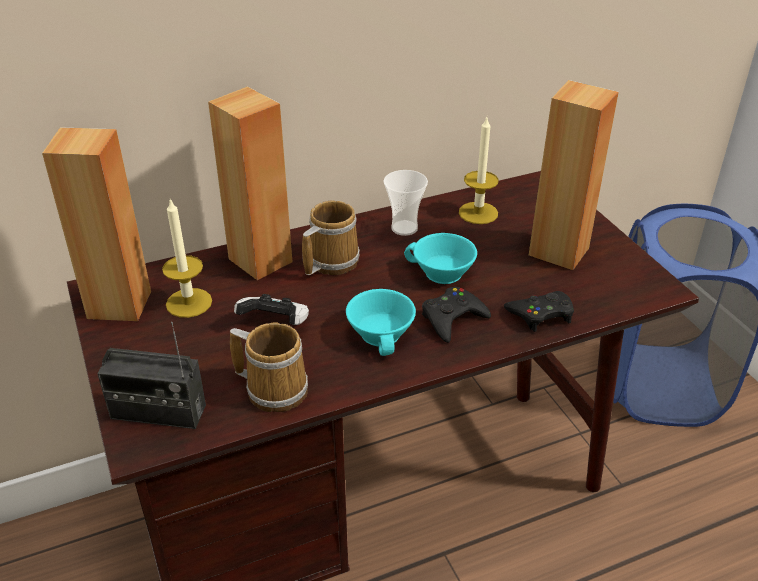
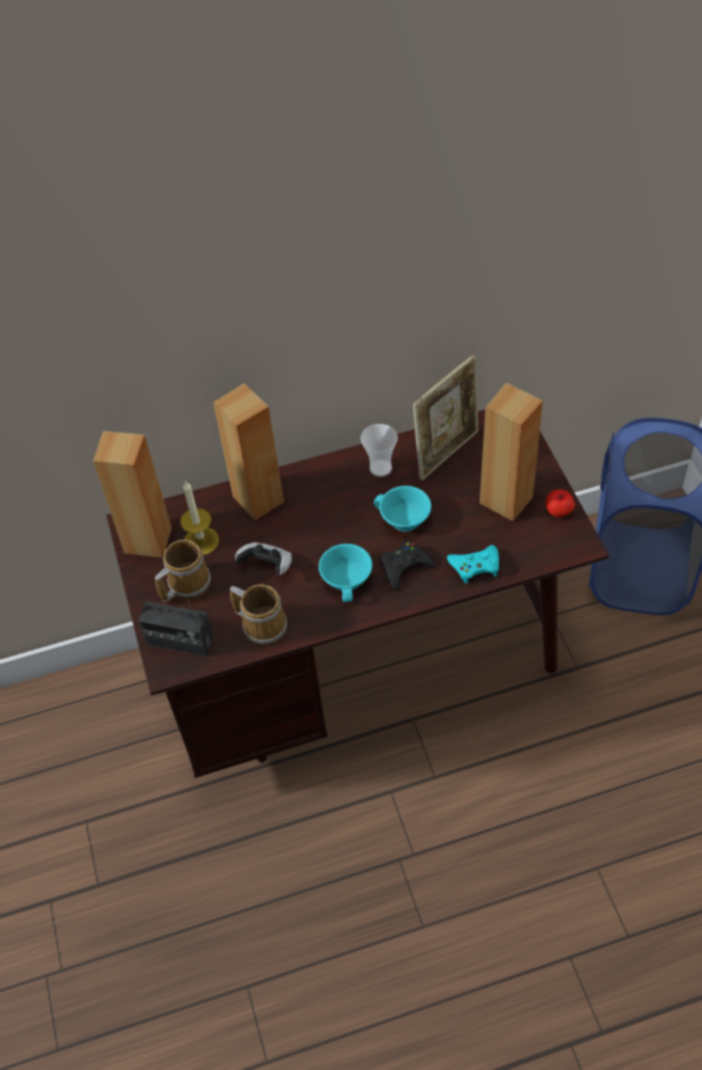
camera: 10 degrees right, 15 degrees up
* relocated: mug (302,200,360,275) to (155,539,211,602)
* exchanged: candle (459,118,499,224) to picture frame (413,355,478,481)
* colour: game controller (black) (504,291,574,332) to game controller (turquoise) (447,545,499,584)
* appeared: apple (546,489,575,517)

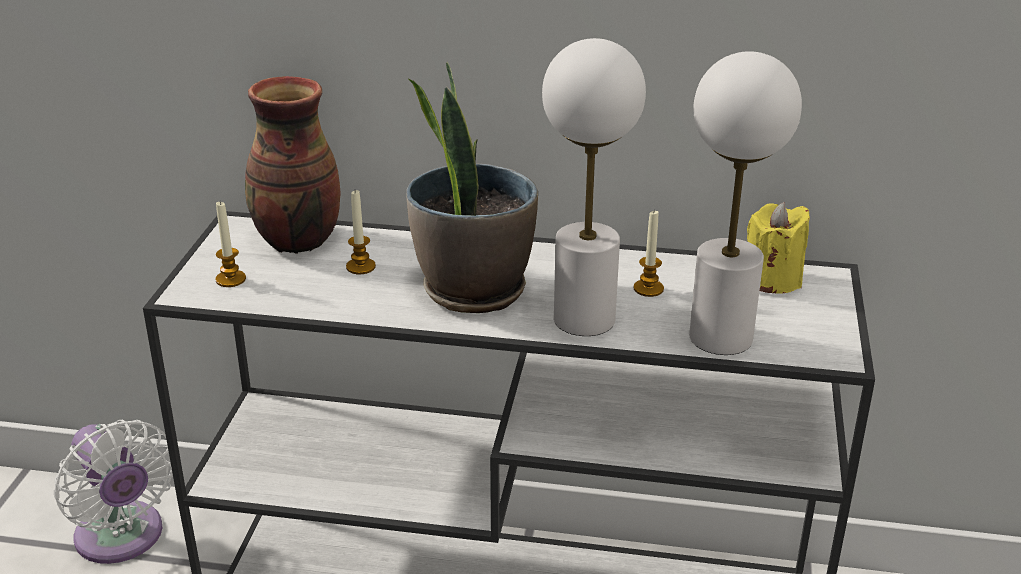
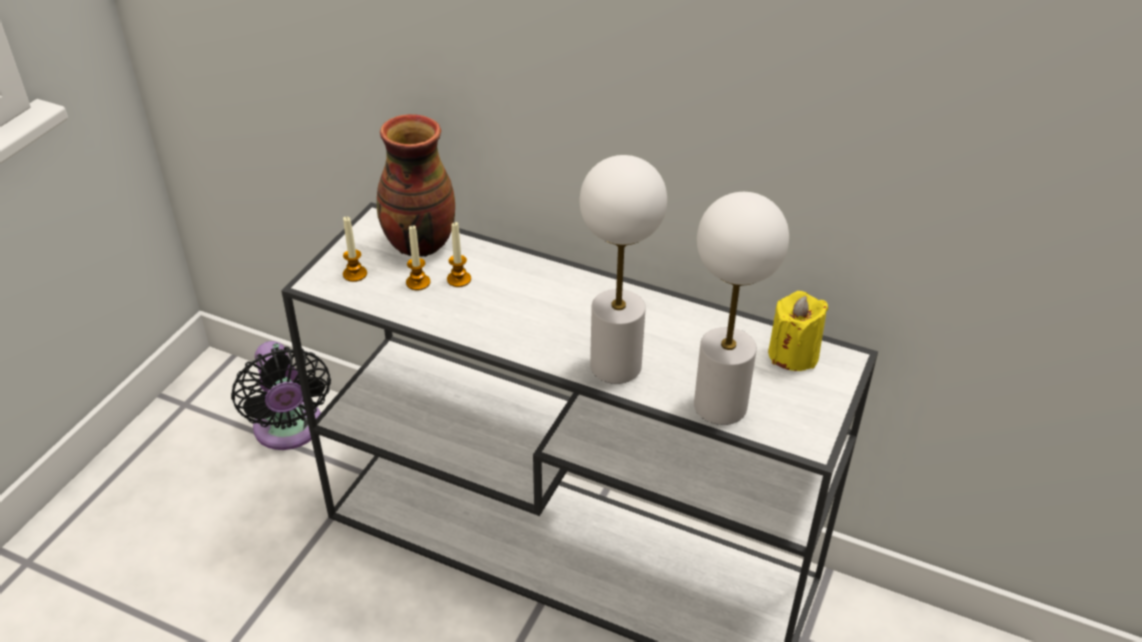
camera: 15 degrees right, 10 degrees up
* colour: fan (white) (54,419,173,564) to fan (black) (231,341,331,450)
* missing: potted plant (406,62,538,313)
* relocated: candle (634,209,664,297) to (406,225,430,291)

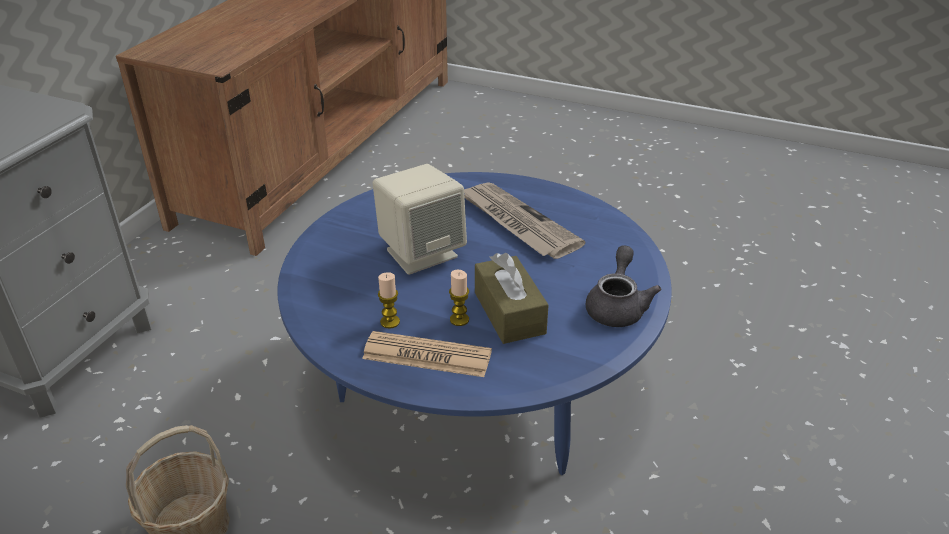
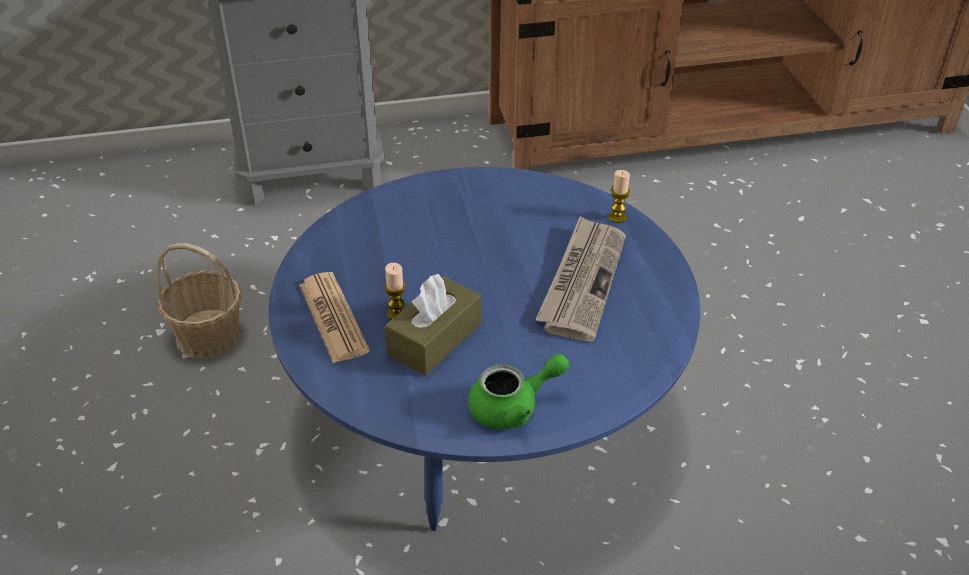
camera: 55 degrees right, 5 degrees up
* missing: speaker (beige) (372,164,467,275)
* relocated: candle (378,272,400,328) to (609,170,630,223)
* colour: teapot (grey) (586,245,662,327) to teapot (green) (468,354,569,429)

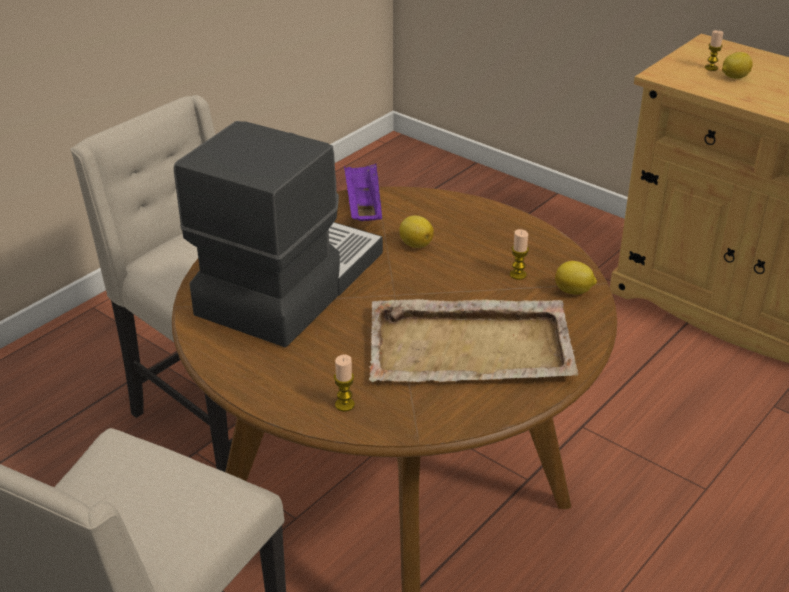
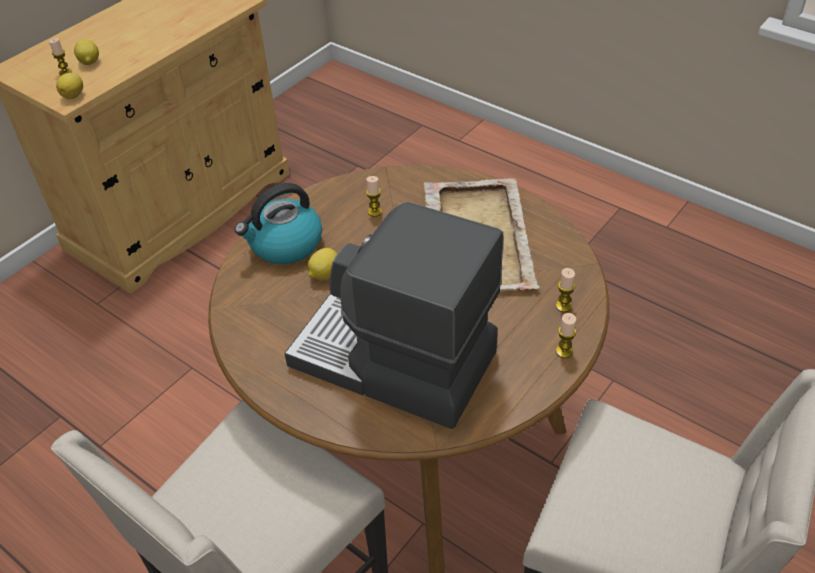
camera: 90 degrees left, 10 degrees up
* missing: tray (purple) (344,164,382,221)
* relocated: lemon (555,261,597,295) to (56,73,83,99)
* appeared: kettle (235,183,322,264)
* appeared: candle (556,313,576,358)

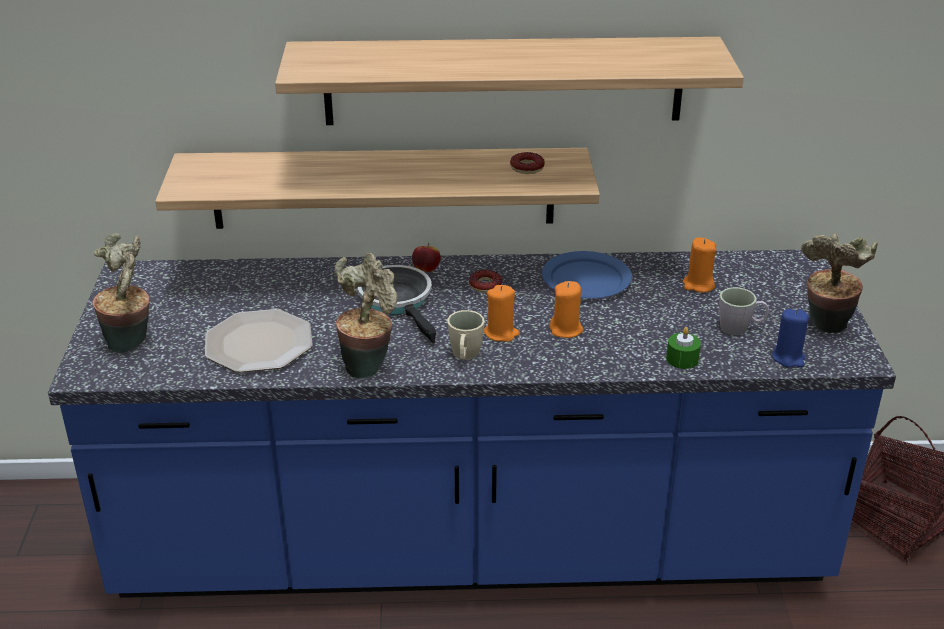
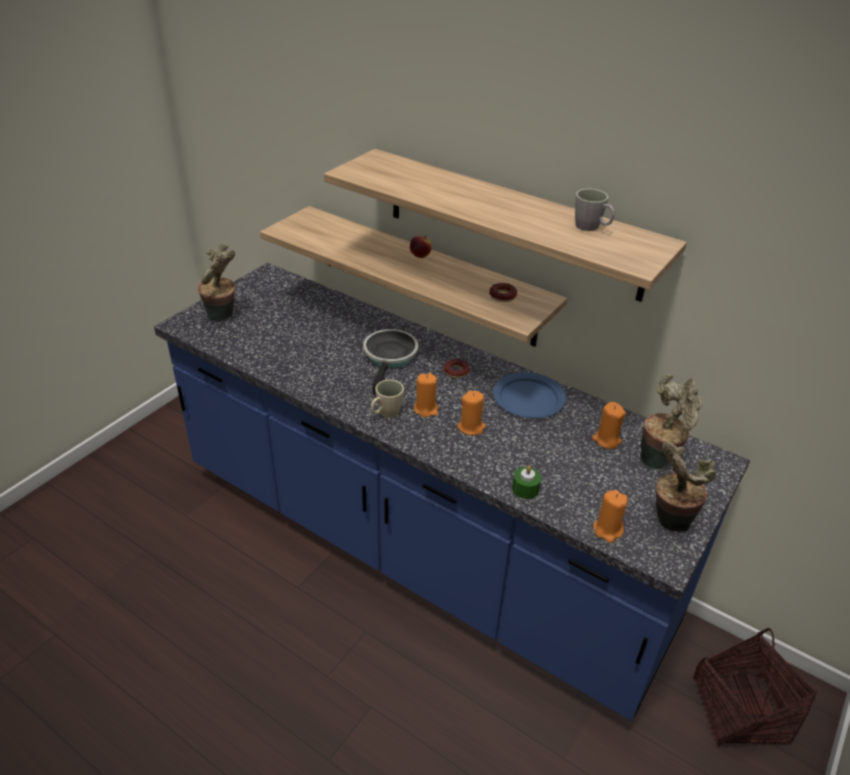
camera: 35 degrees right, 5 degrees up
* missing: plate (205,309,313,372)
* relocated: potted plant (334,253,397,378) to (640,374,703,469)
* relocated: apple (412,243,441,272) to (410,236,432,258)
* relocated: mug (grey) (719,287,769,335) to (575,188,615,231)
* colour: candle (blue) (772,309,809,368) to candle (orange) (593,490,628,543)

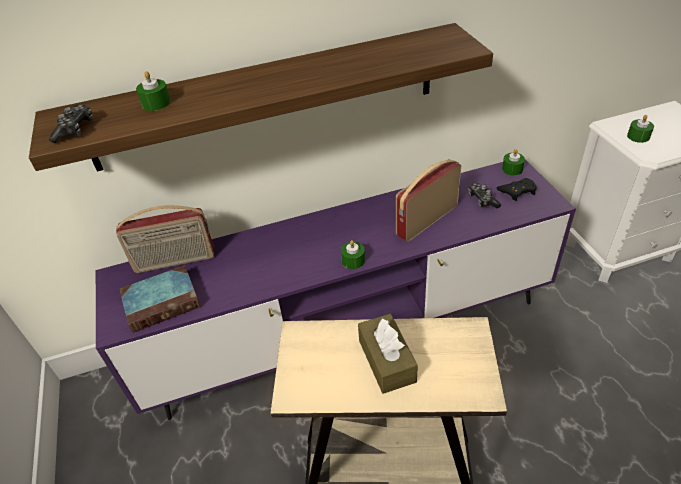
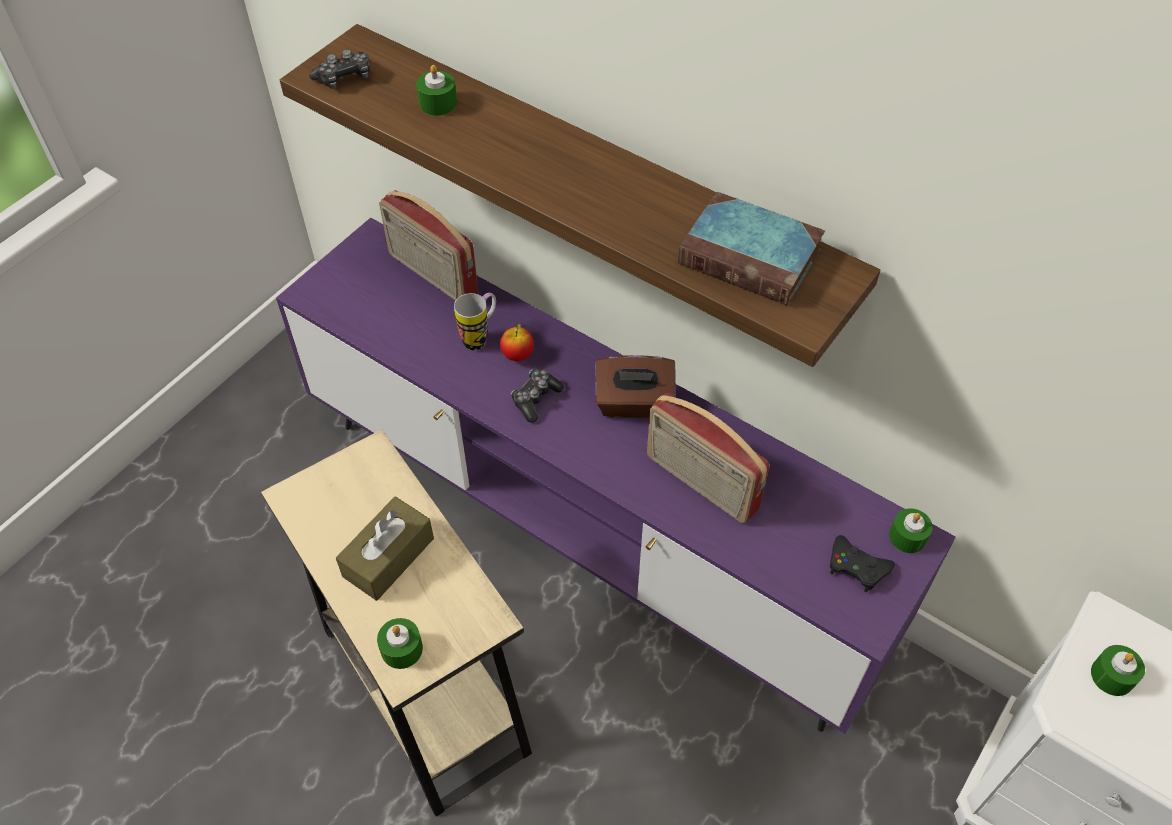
camera: 50 degrees right, 10 degrees up
* relocated: book (120,265,201,333) to (678,192,825,306)
* relocated: candle (green) (341,240,365,269) to (377,618,423,669)
* spun: radio (396,159,461,242) = (647,393,769,523) 150 degrees counterclockwise
* relocated: game controller (468,183,501,208) to (511,369,564,423)
* appeared: mug (454,293,496,350)
* appeared: apple (500,323,534,361)
* appeared: tissue box (brown) (595,355,676,418)

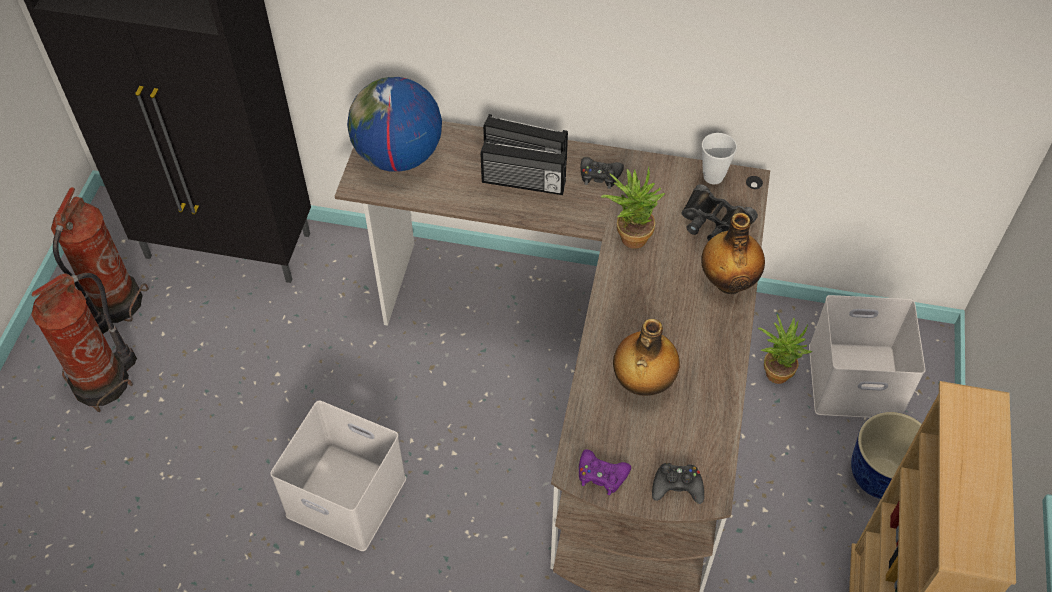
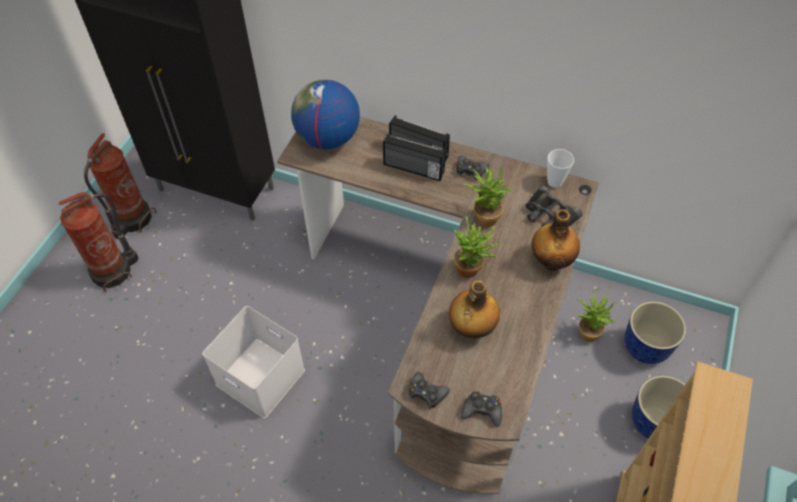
camera: 10 degrees right, 0 degrees up
* colour: game controller (purple) (579,449,631,495) to game controller (black) (409,372,450,409)
* exchanged: storage box (white) (809,295,925,418) to planter (625,301,686,364)
* appeared: potted plant (454,216,504,278)

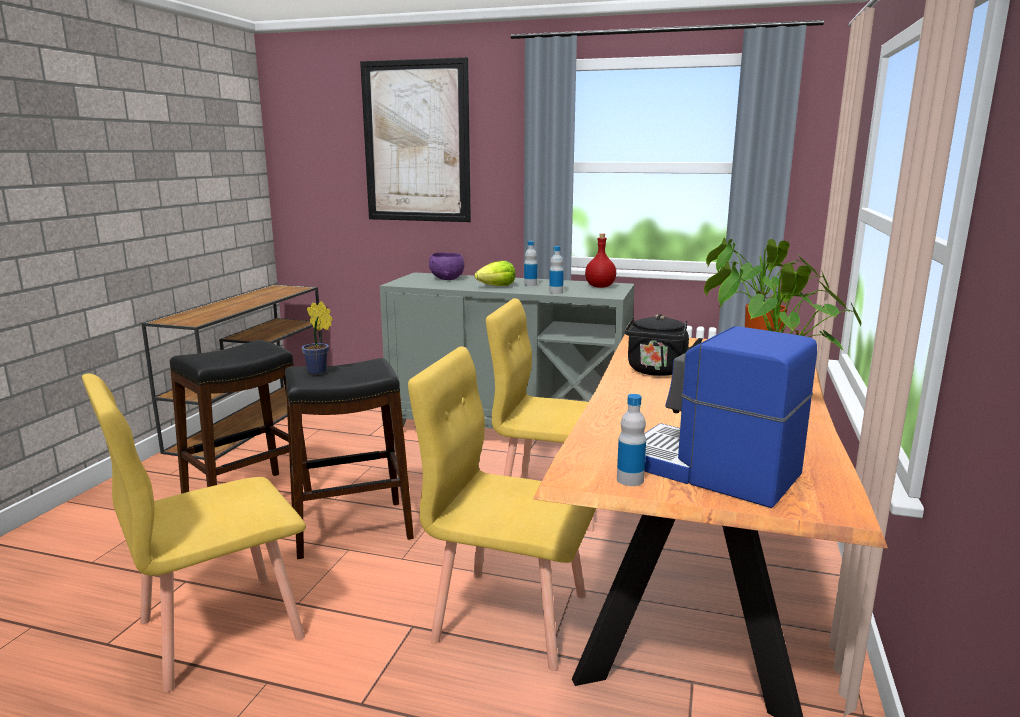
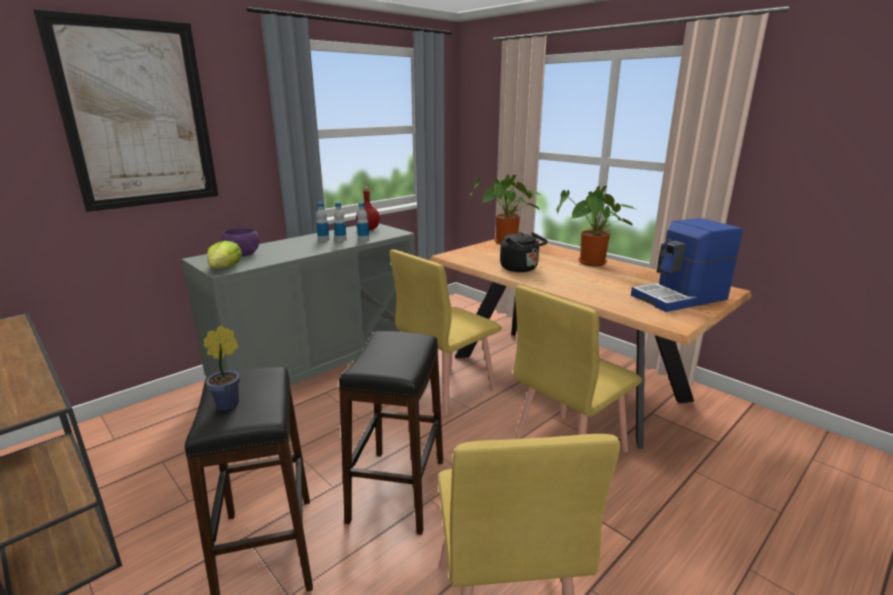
camera: 60 degrees left, 5 degrees up
* relocated: potted plant (302,301,333,374) to (203,325,240,410)
* relocated: lettuce (474,261,516,286) to (208,241,242,268)
* relocated: bottle (617,394,646,486) to (334,202,347,242)

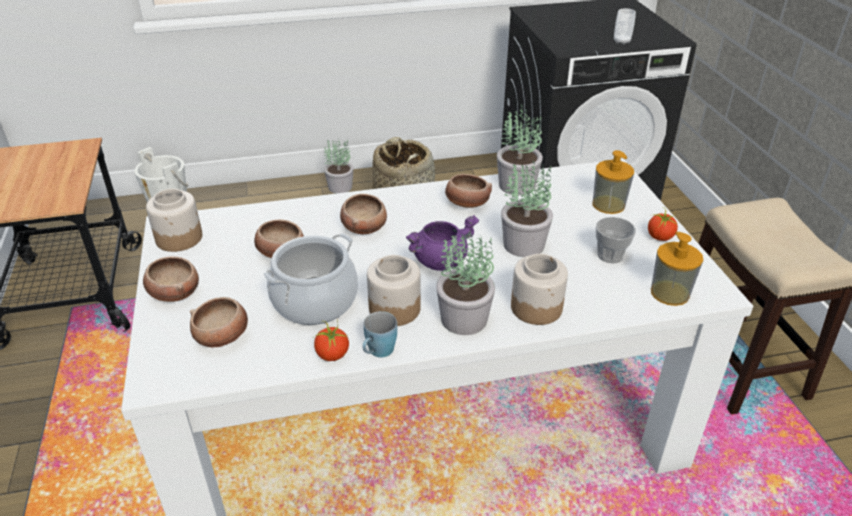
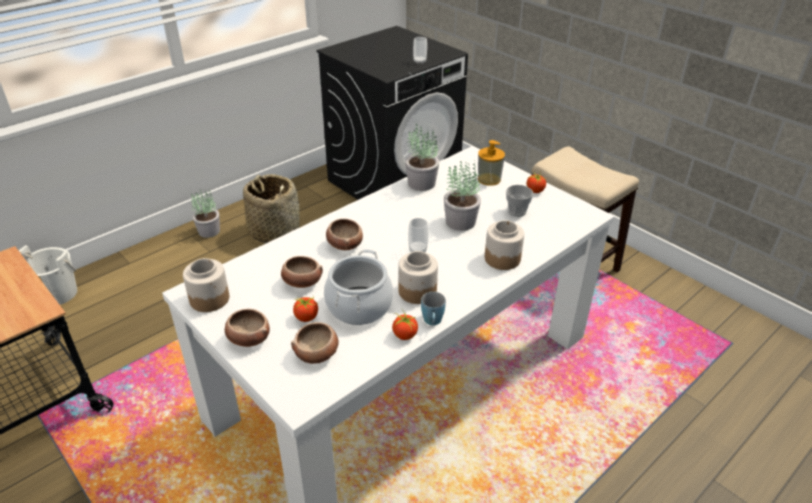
camera: 30 degrees left, 0 degrees up
* exchanged: cooking pot (purple) (406,215,479,271) to cup (408,218,428,252)
* missing: potted plant (436,233,495,335)
* missing: bowl (445,174,492,208)
* missing: soap dispenser (651,232,703,306)
* appeared: tomato (293,297,318,322)

